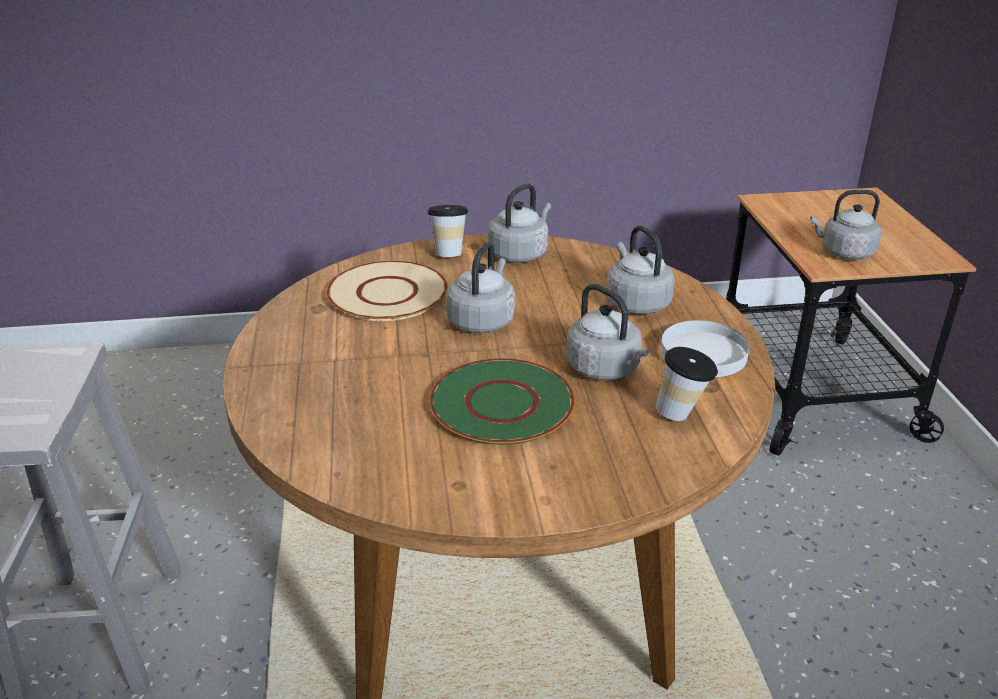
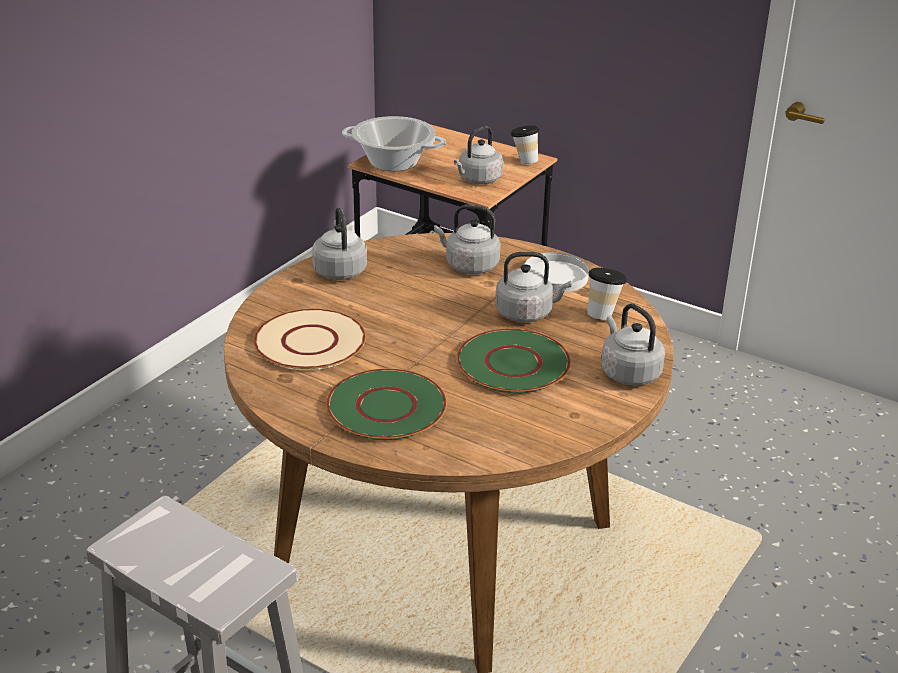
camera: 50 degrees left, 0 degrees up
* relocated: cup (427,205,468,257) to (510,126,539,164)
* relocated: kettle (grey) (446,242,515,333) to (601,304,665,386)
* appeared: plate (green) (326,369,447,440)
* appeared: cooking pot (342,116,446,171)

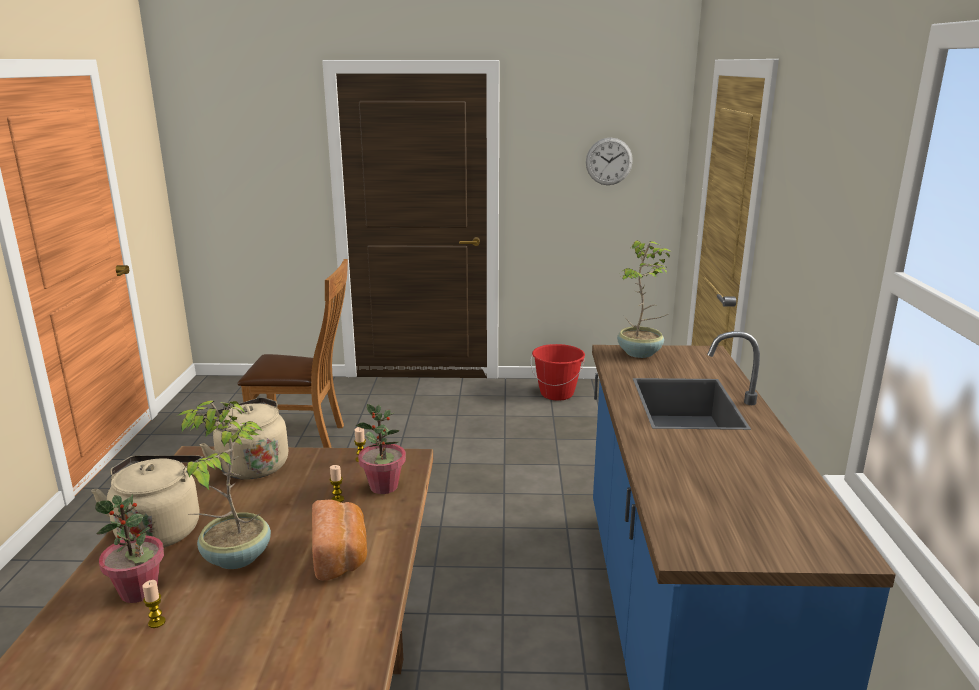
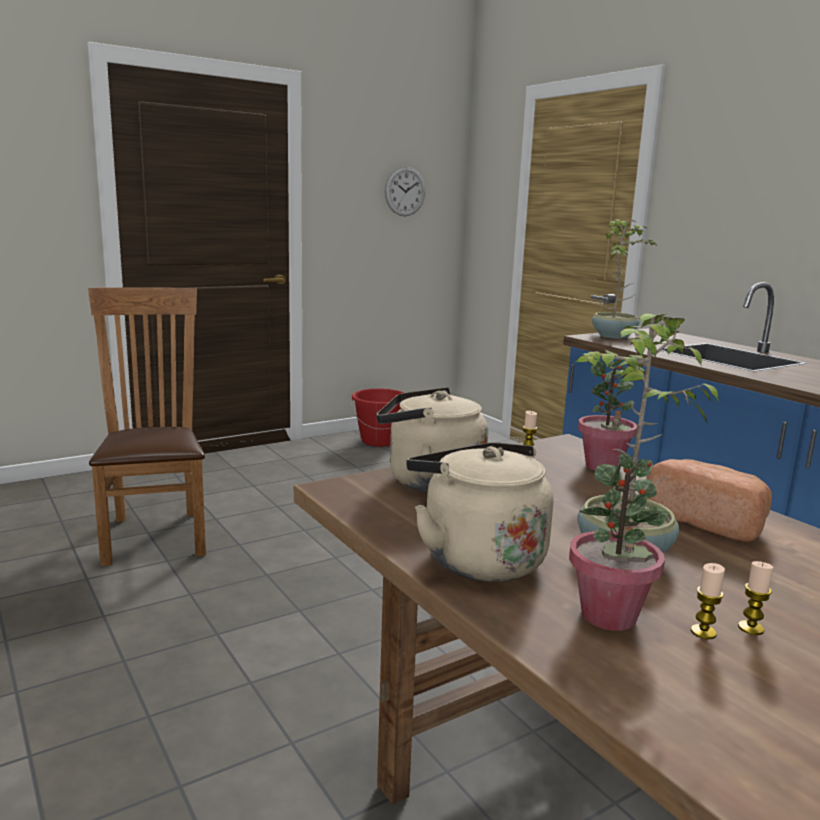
camera: 35 degrees left, 5 degrees down
* spun: chair (brown) (238,259,348,448) = (88,287,206,566) 75 degrees counterclockwise
* relocated: candle (330,465,344,502) to (738,561,774,635)

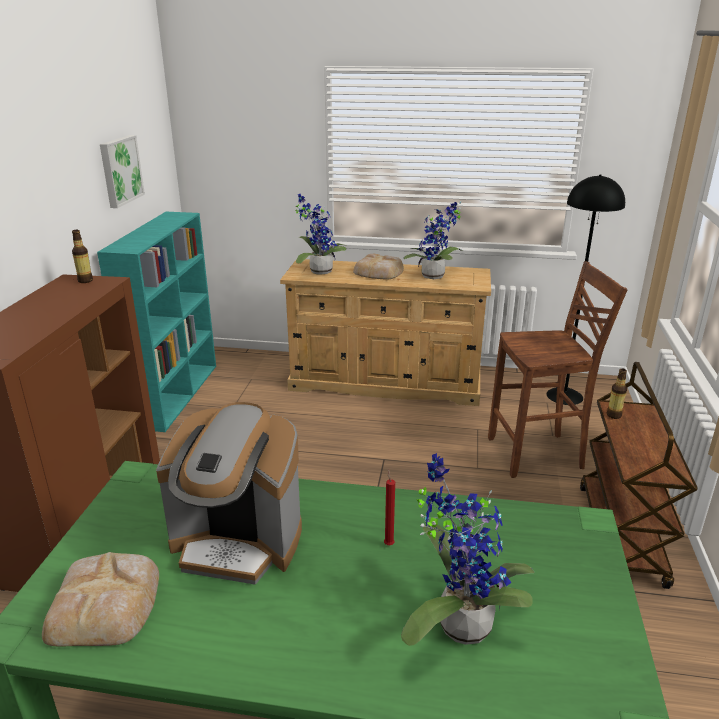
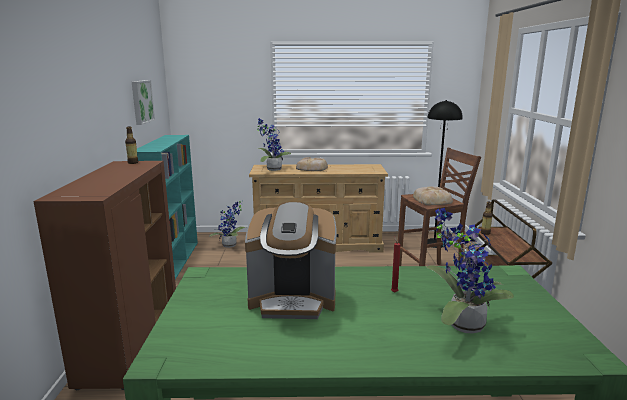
camera: 10 degrees left, 10 degrees down
* relocated: bread (42,552,159,646) to (413,186,453,205)
* relocated: potted plant (403,201,463,279) to (209,200,246,248)

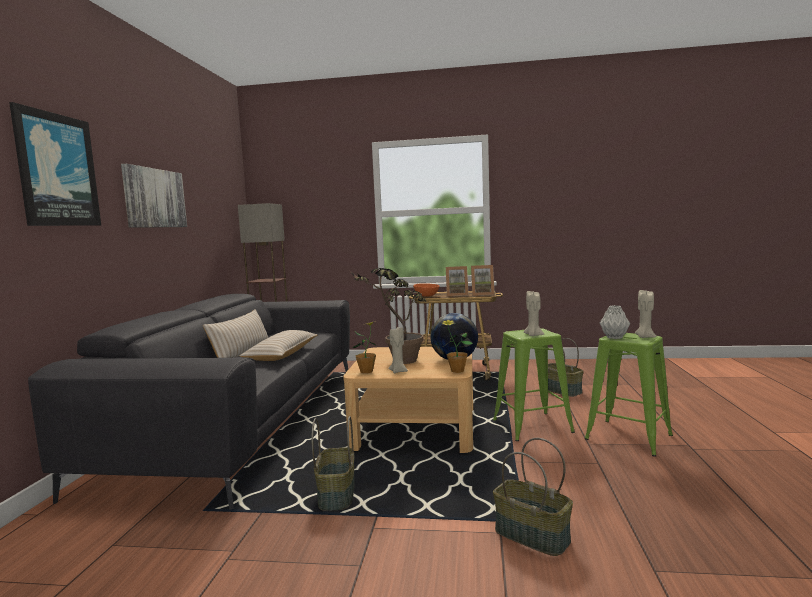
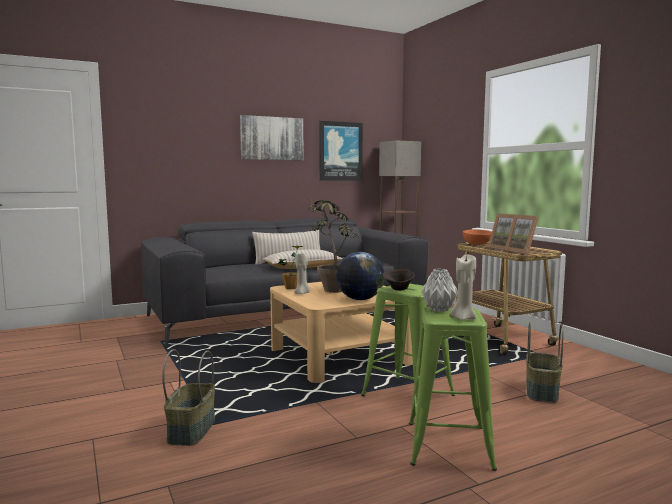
camera: 55 degrees right, 0 degrees up
* relocated: picture (9,102,101,226) to (319,121,363,181)
* missing: basket (312,416,355,511)
* missing: potted plant (441,320,473,373)
* exchanged: candle (beige) (524,291,544,336) to bowl (brown) (383,269,415,291)

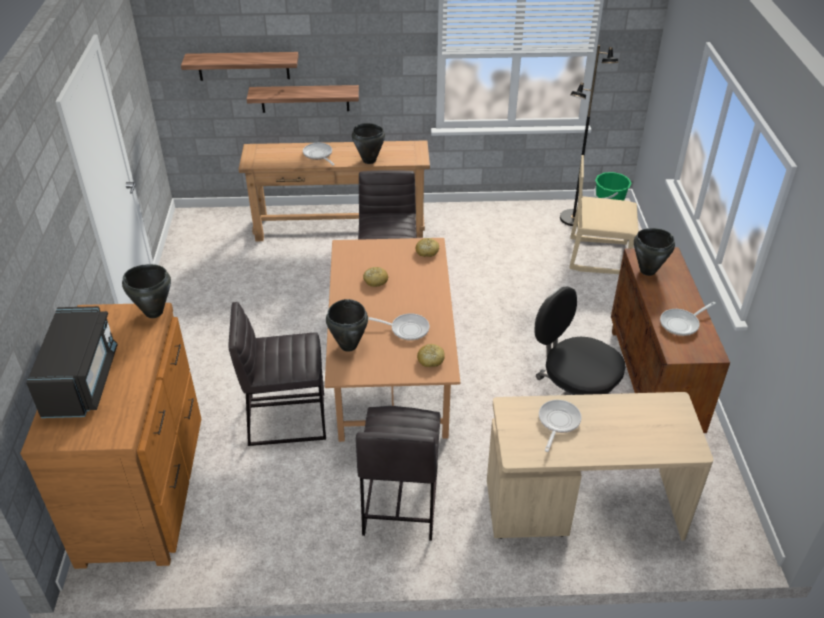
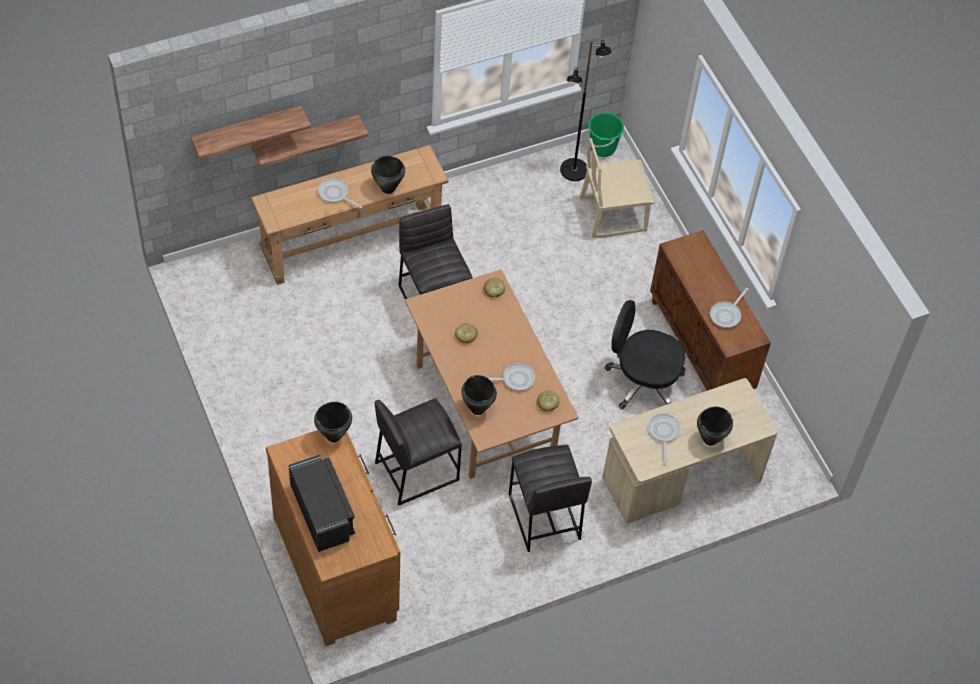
camera: 25 degrees left, 15 degrees up
* relocated: cooking pot (black) (634,228,675,276) to (697,407,733,446)

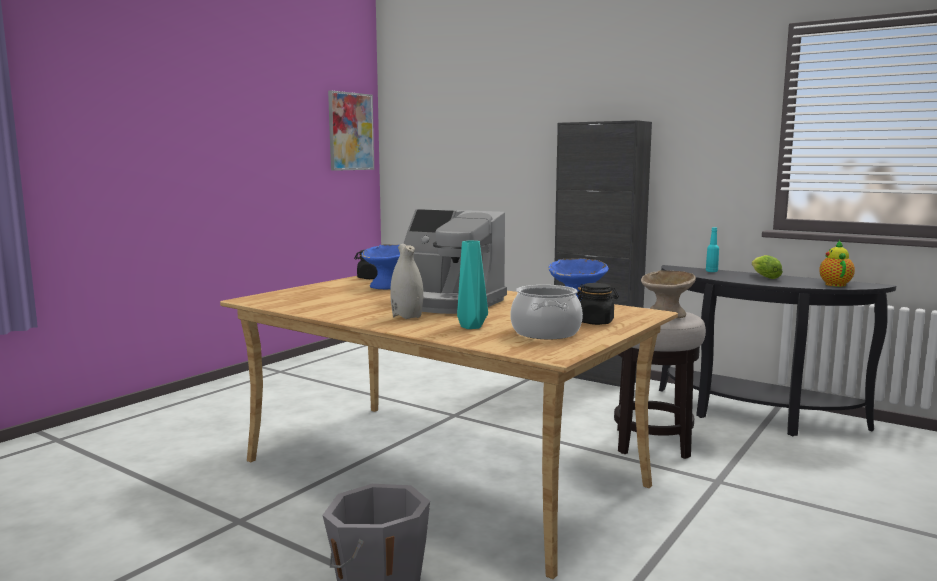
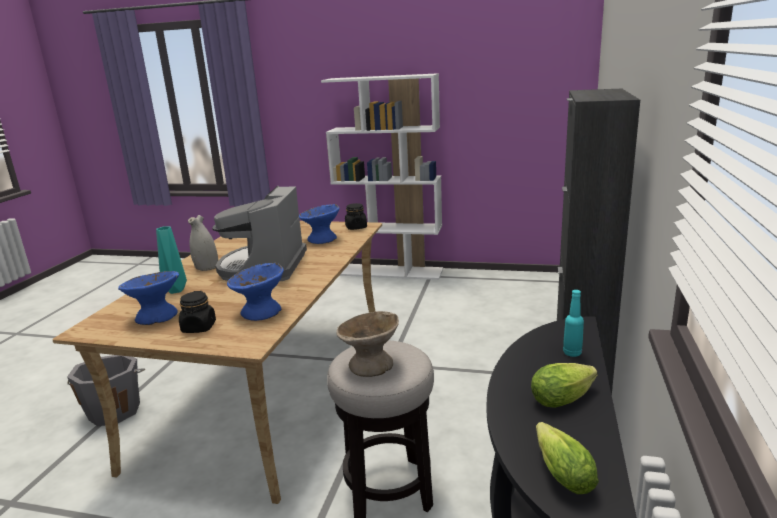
camera: 70 degrees right, 10 degrees up
* missing: picture (328,90,374,171)
* exchanged: cooking pot (510,285,583,339) to bowl (blue) (118,271,179,325)
* exchanged: teapot (819,240,855,287) to lettuce (536,422,599,494)
* appeared: bookcase (white) (321,73,443,280)

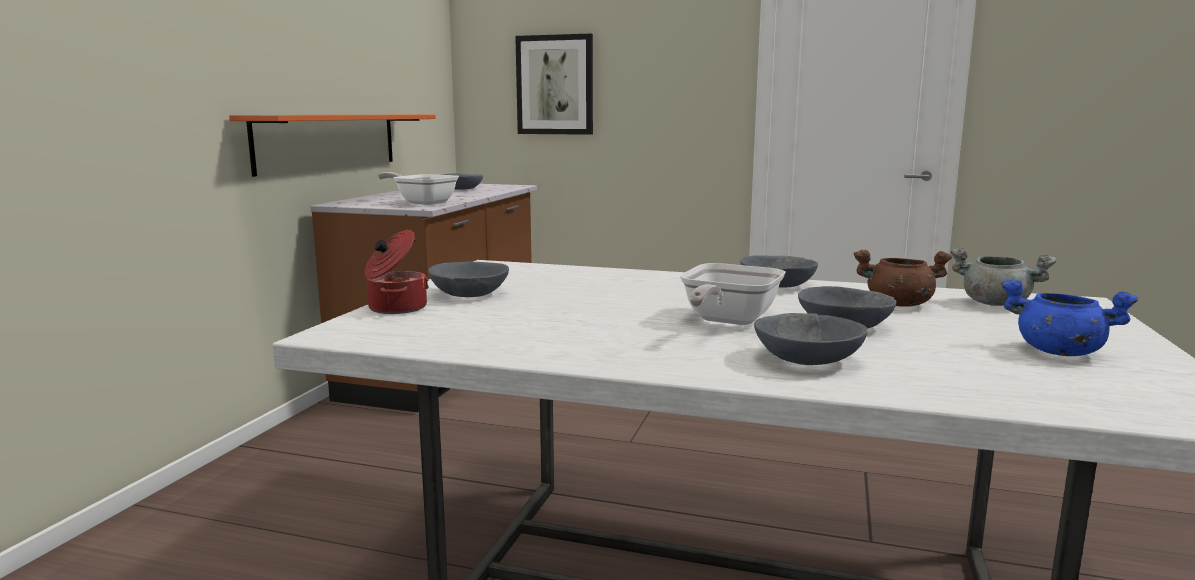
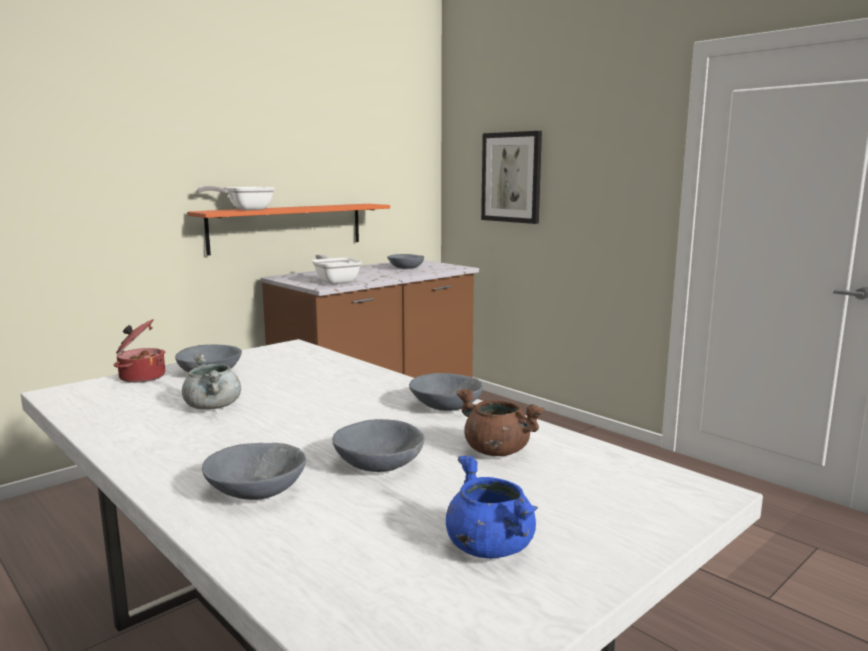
camera: 30 degrees right, 0 degrees up
* relocated: frying pan (680,263,786,325) to (196,186,275,210)
* relocated: cooking pot (grey) (950,247,1056,306) to (182,353,241,409)

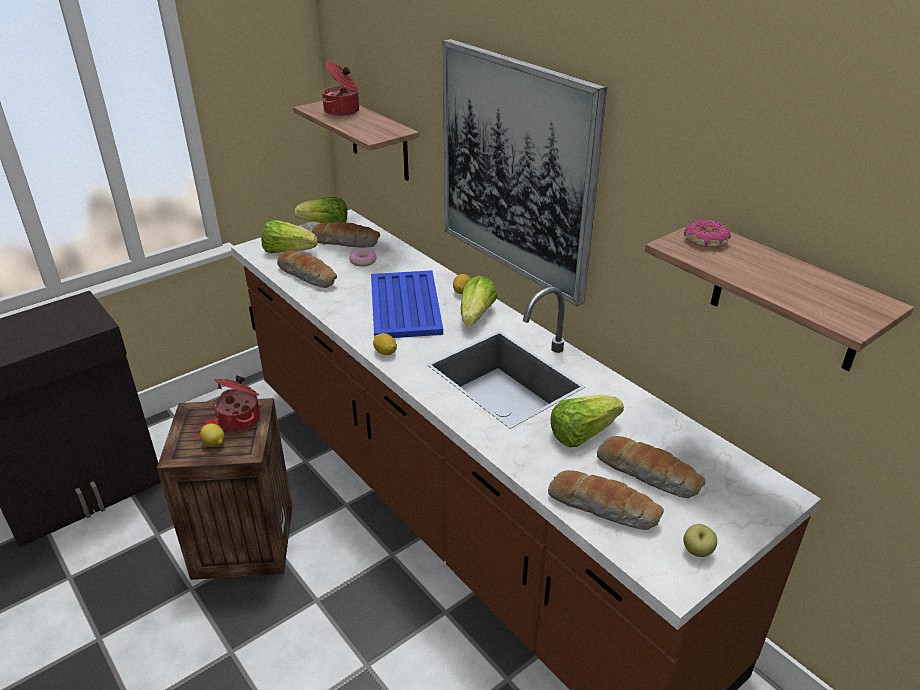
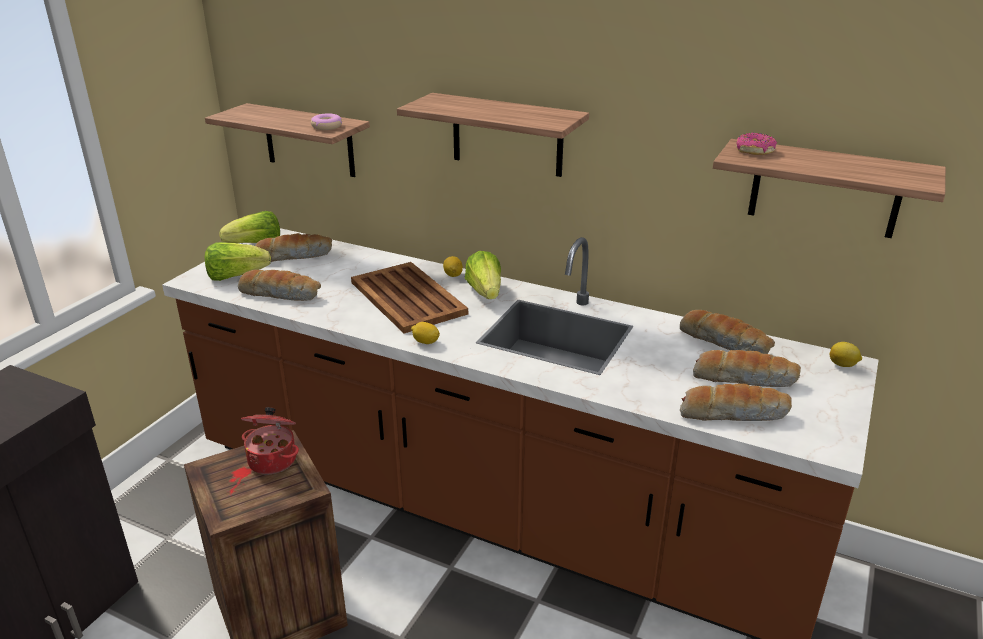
camera: 25 degrees left, 5 degrees down
* relocated: lemon (200,424,225,447) to (829,342,862,367)
* missing: cooking pot (322,61,359,116)
* relocated: donut (349,249,377,267) to (311,114,342,130)
* colour: tray (blue) (371,270,443,338) to tray (brown) (351,262,468,334)
* exchanged: picture (443,39,607,306) to shelf (397,93,589,177)
* missing: lettuce (551,395,624,448)
* missing: apple (683,524,717,557)
* appeared: bread (680,310,775,354)

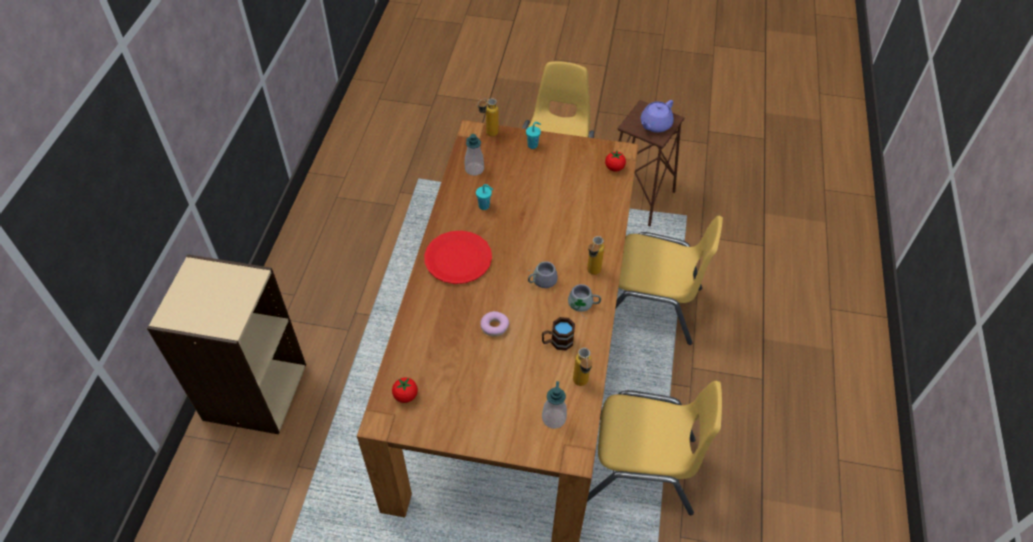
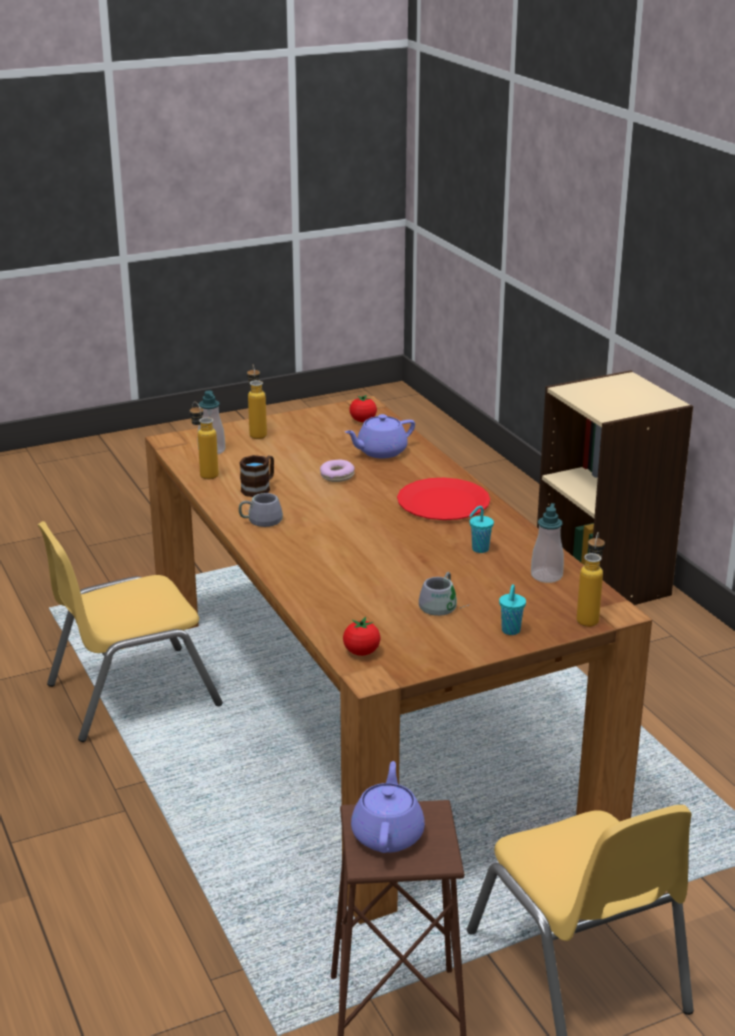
camera: 145 degrees right, 25 degrees down
* relocated: mug (grey) (528,261,558,288) to (419,572,470,616)
* relocated: bottle (587,236,604,275) to (247,364,267,439)
* missing: chair (yellow) (616,216,723,345)
* appeared: teapot (purple) (345,414,415,459)

